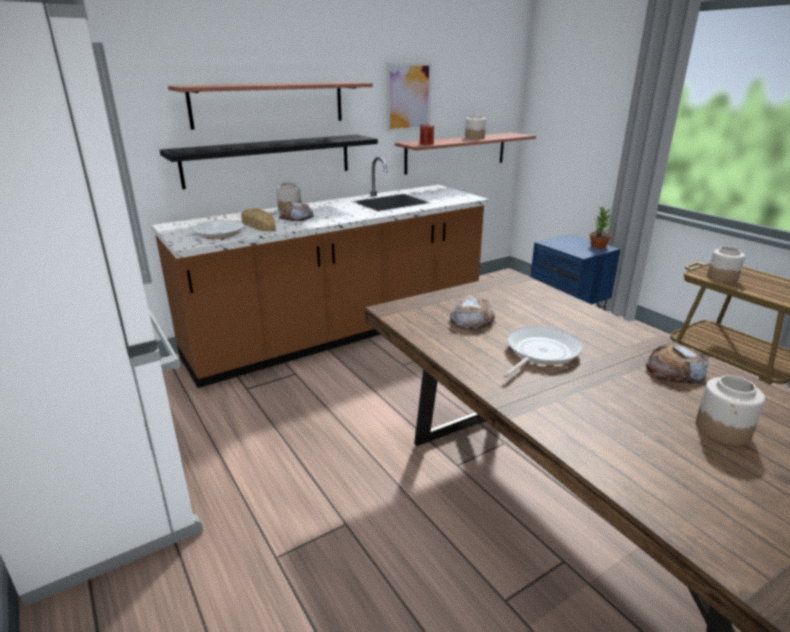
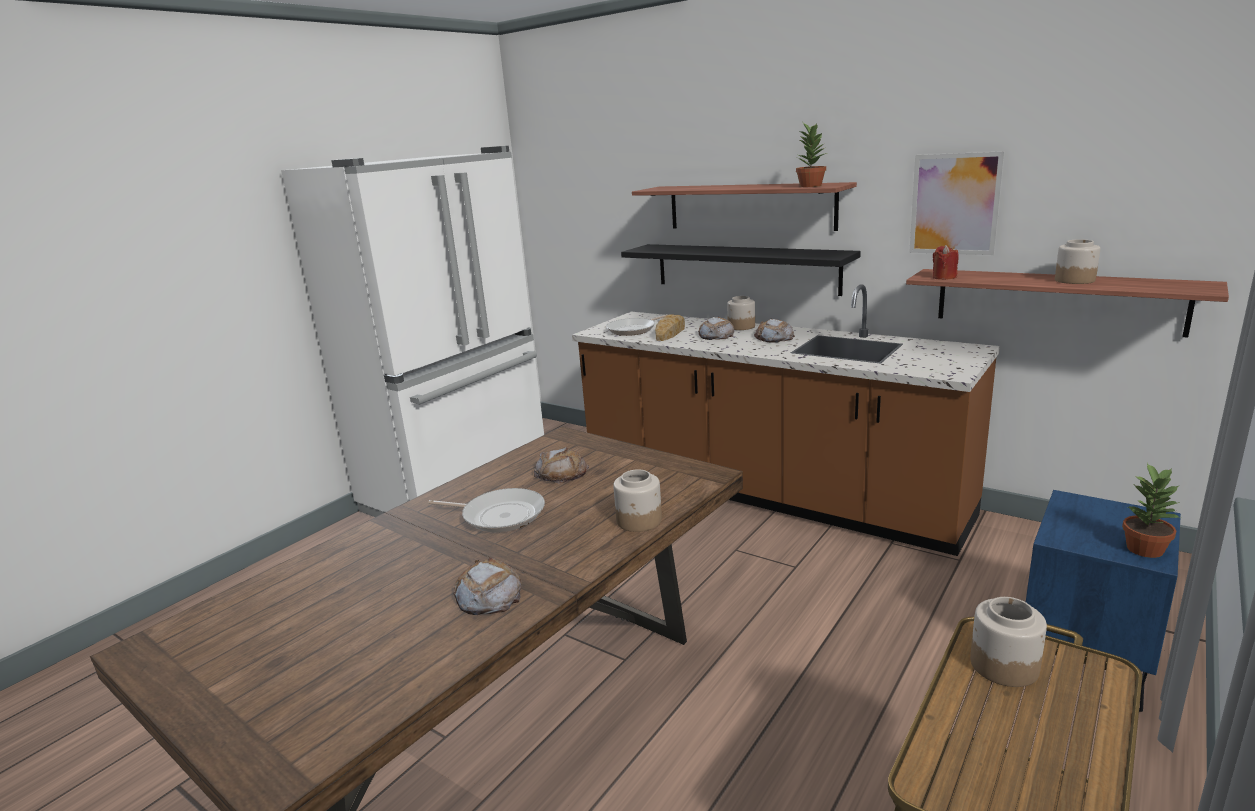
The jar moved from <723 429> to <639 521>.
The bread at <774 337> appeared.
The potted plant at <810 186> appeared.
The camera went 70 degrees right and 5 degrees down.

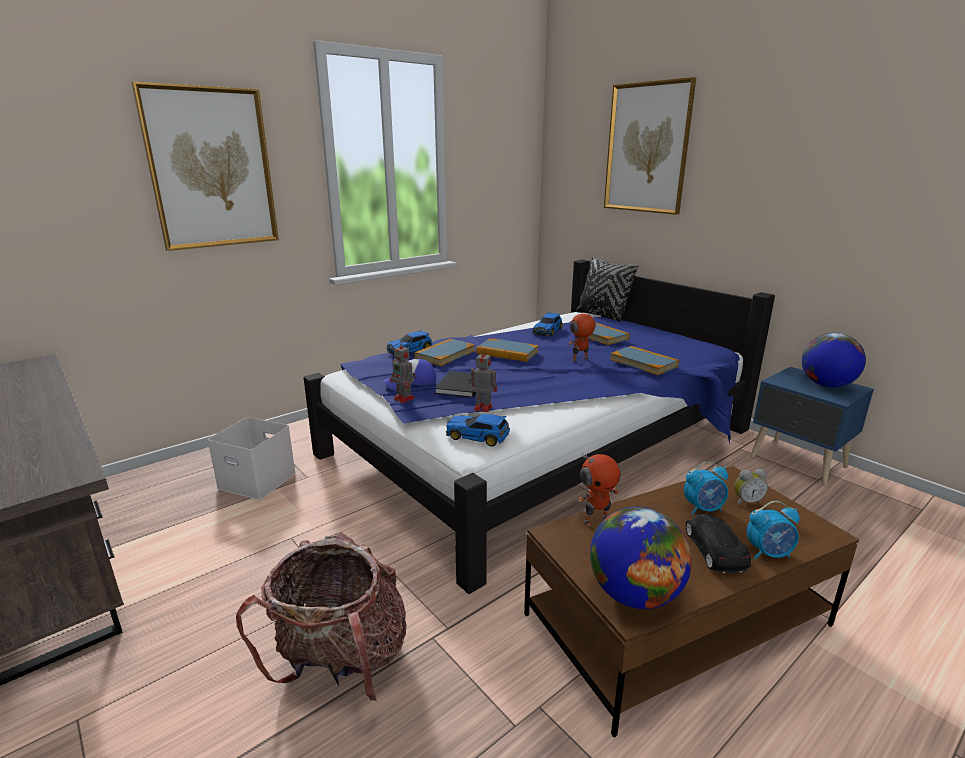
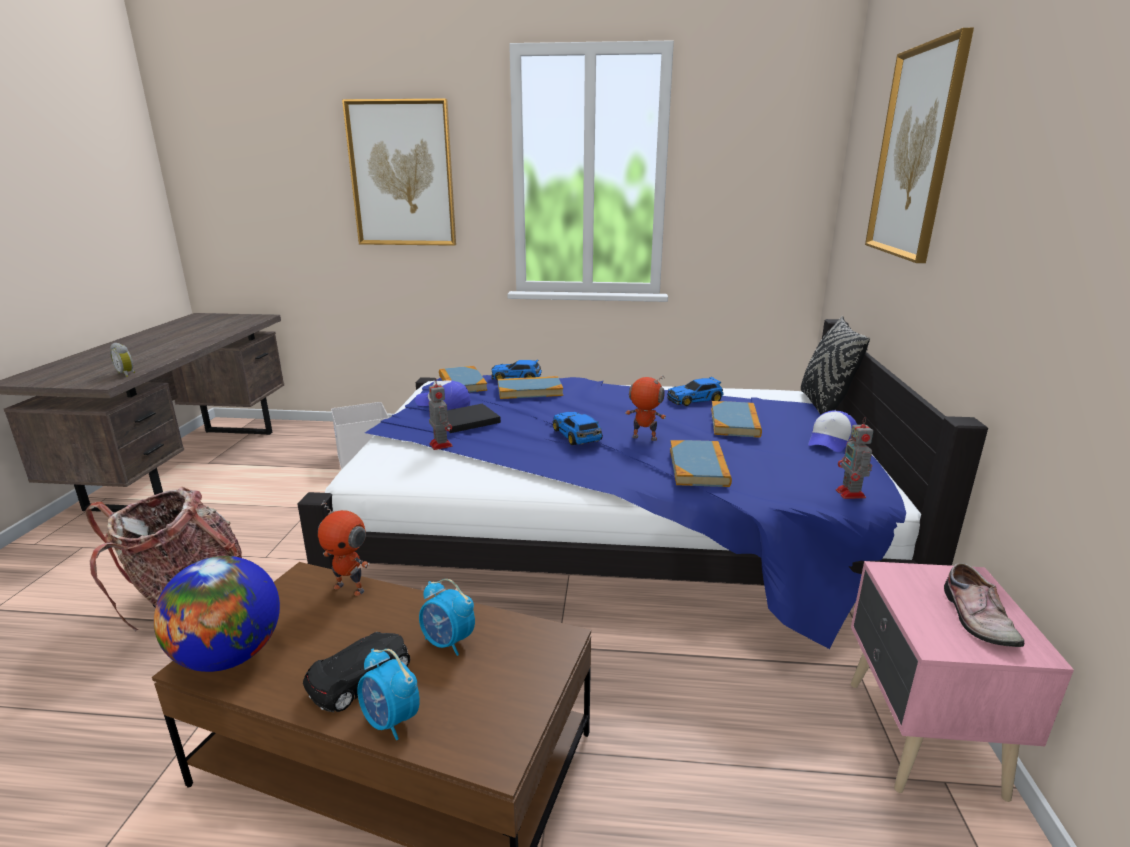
The alarm clock moved from <746 501> to <127 374>.
The book moved from <507 353> to <462 383>.
The toy car moved from <478 436> to <576 435>.
The cap at <831 440> appeared.
The toy robot moved from <404 399> to <851 494>.
The blue nightstand at <798 463> became the pink nightstand at <919 739>.
The globe at <826 385> was replaced by the shoe at <975 618>.
The camera went 45 degrees right and 0 degrees up.

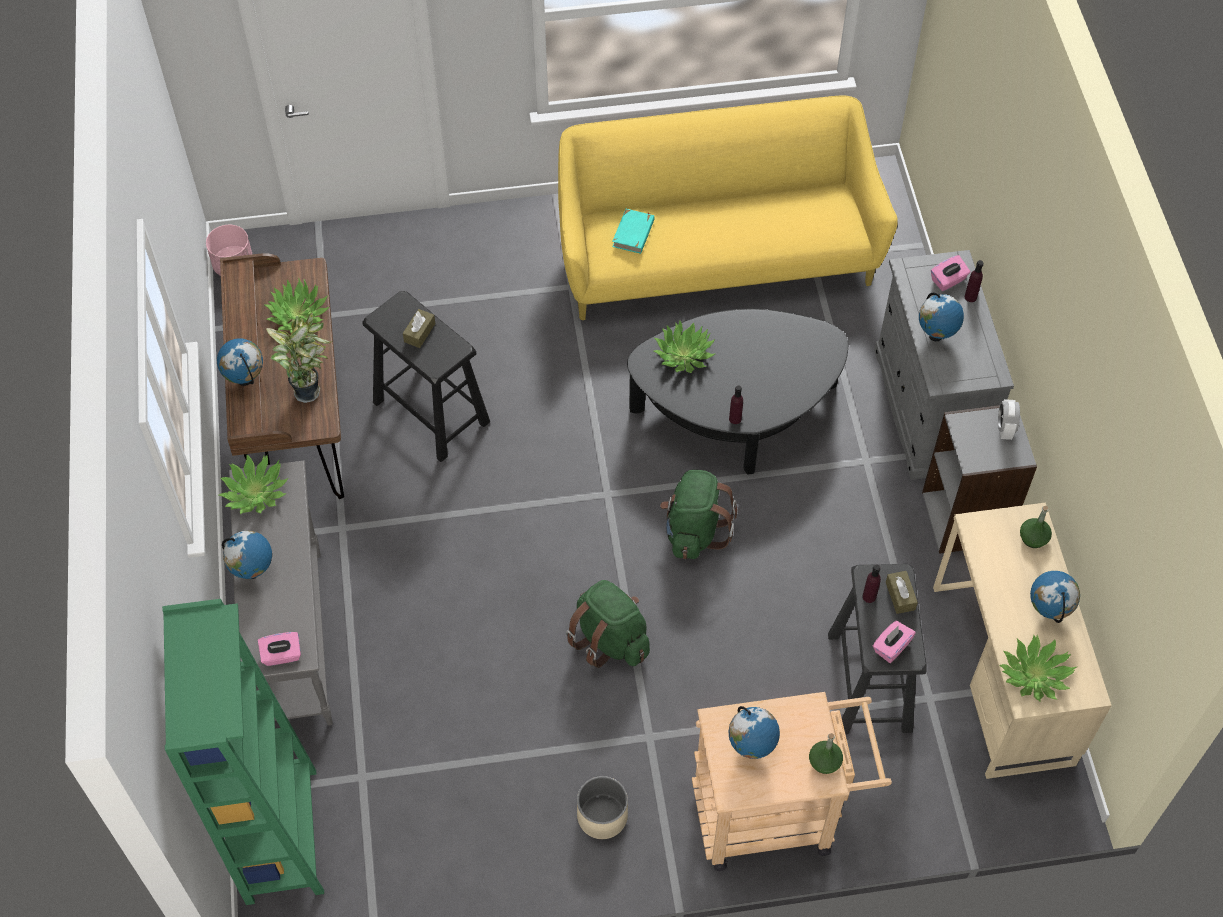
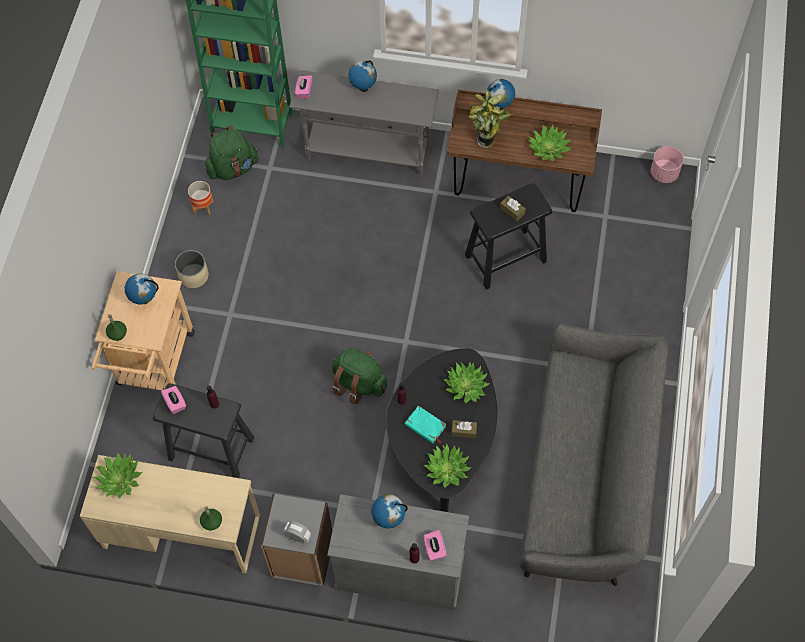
The planter at <203 206> appeared.
The green backpack moved from <610 639> to <233 168>.
The turquoise book moved from <633 233> to <425 426>.
The potted plant moved from <255 492> to <447 469>.
The brown tissue box moved from <900 596> to <464 431>.
The yellow sofa at <716 254> became the grey sofa at <586 475>.
The globe at <1048 611> disappeared.
The camera went 110 degrees right and 5 degrees up.

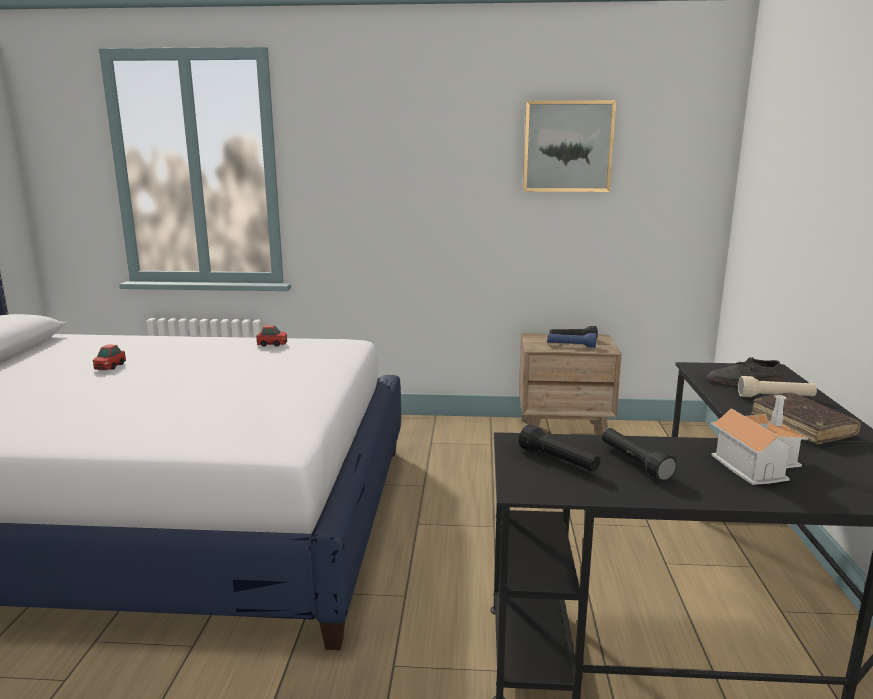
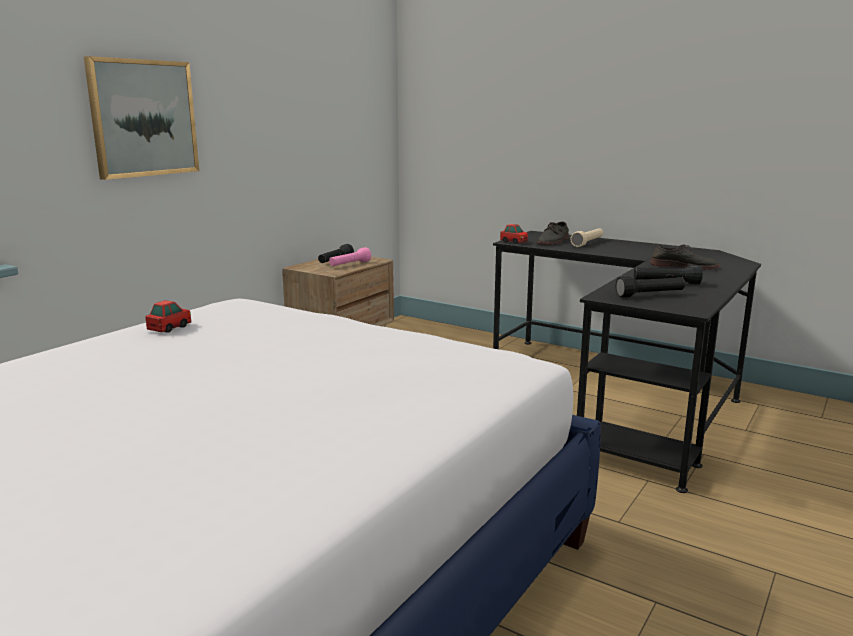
The picture moved from <567 146> to <143 118>.
The blue flashlight at <571 346> became the pink flashlight at <349 265>.
The toy car moved from <110 367> to <514 242>.
The toy house at <756 463> was replaced by the grey shoe at <684 266>.
The brown book at <802 426> disappeared.
The camera went 60 degrees left and 0 degrees up.

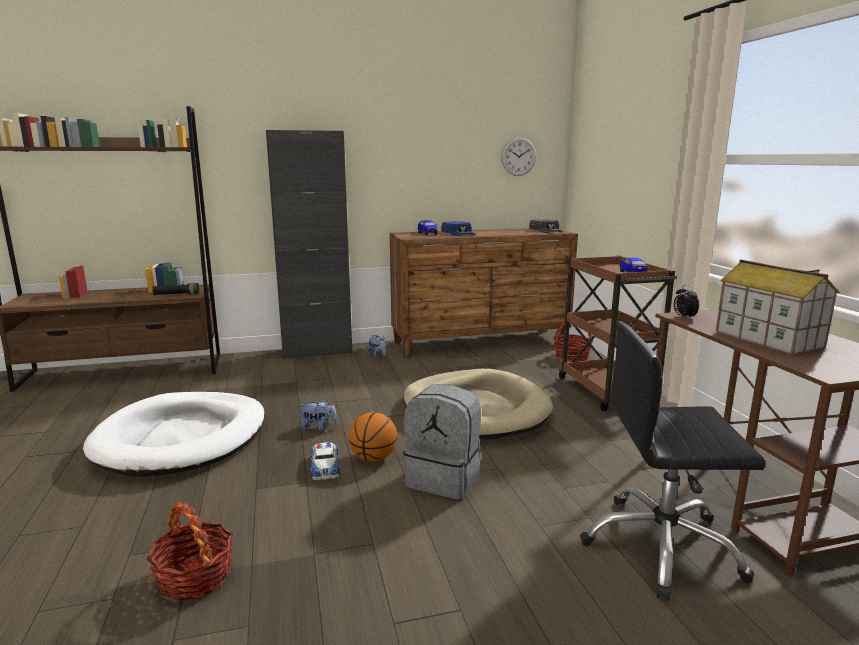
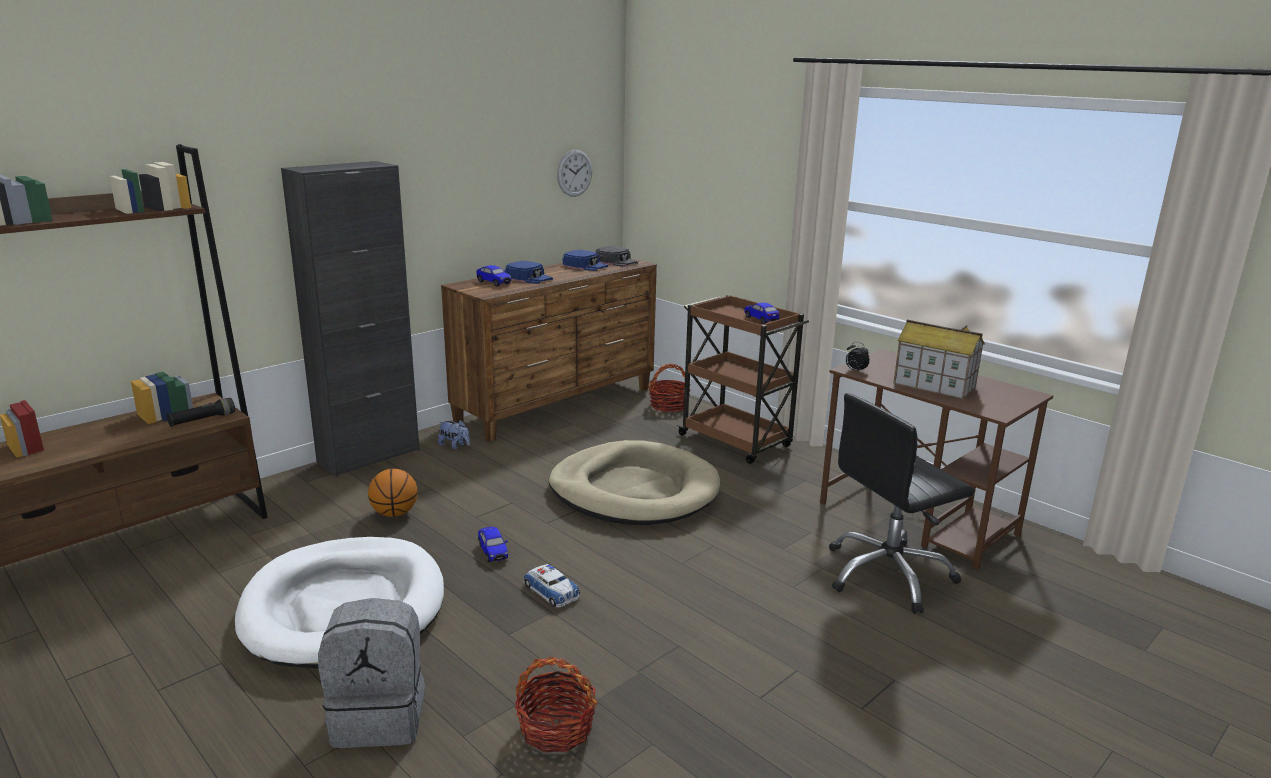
The grey backpack moved from <444 478> to <380 717>.
The basketball moved from <374 458> to <395 513>.
The plush toy at <318 427> was replaced by the toy car at <493 552>.
The blue cap at <585 265> appeared.
The camera went 30 degrees left and 5 degrees up.

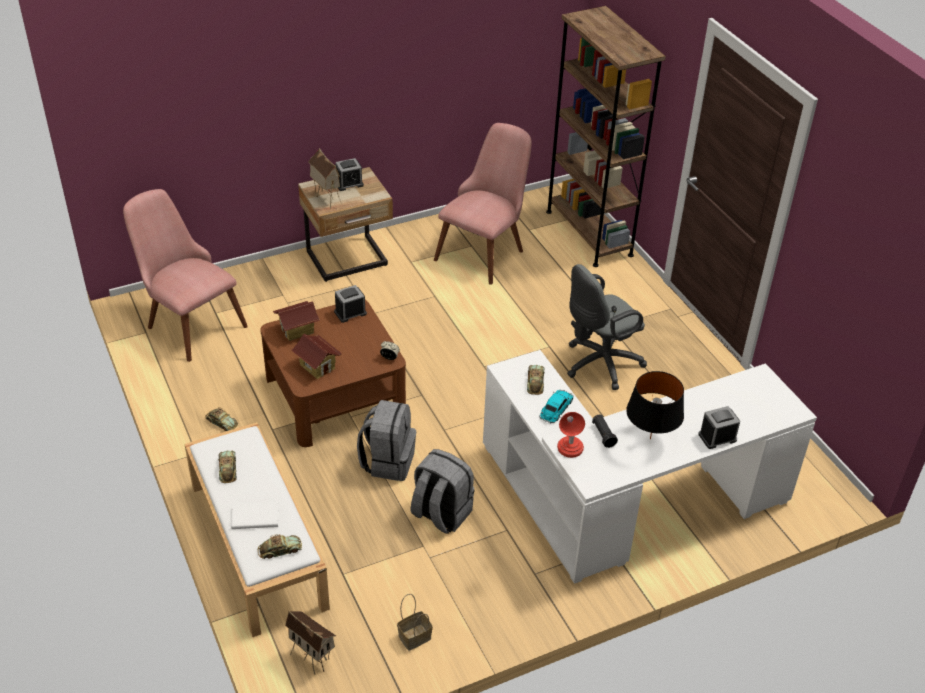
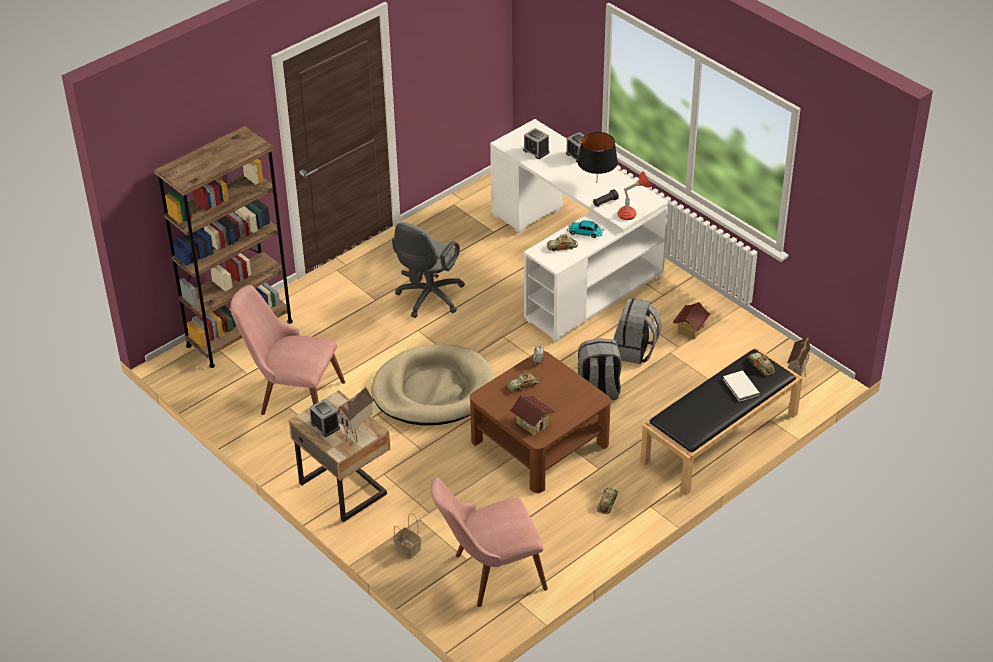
The beige dog bed at <433 390> appeared.
The grey office chair at <598 364> turned 75 degrees clockwise.
The basket moved from <415 636> to <406 549>.
The pink chair at <188 322> turned 45 degrees clockwise.
The toy car moved from <228 469> to <523 385>.
The alarm clock moved from <350 313> to <536 151>.
The white bench at <256 544> became the black bench at <719 439>.
The toy house moved from <317 366> to <690 330>.
The camera went 105 degrees left and 0 degrees up.

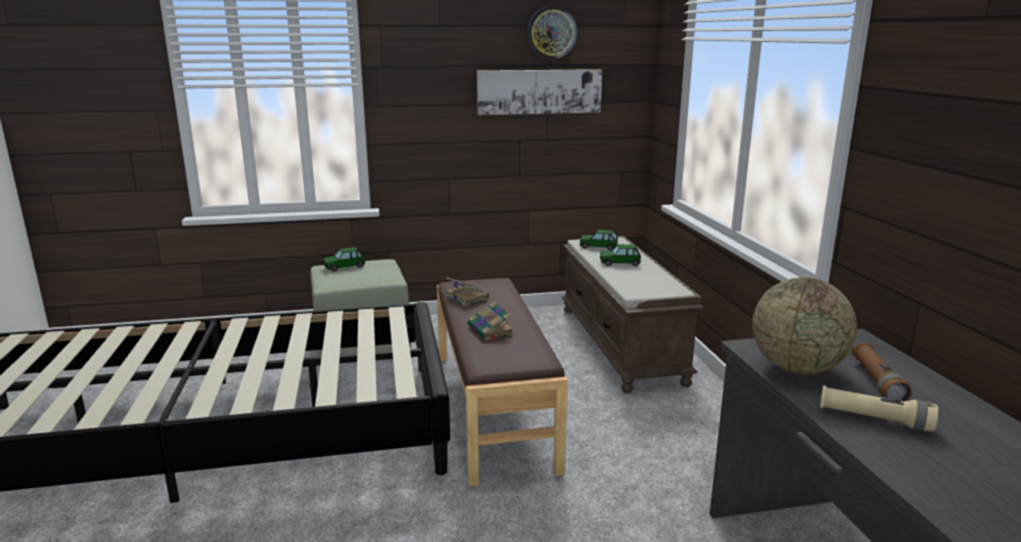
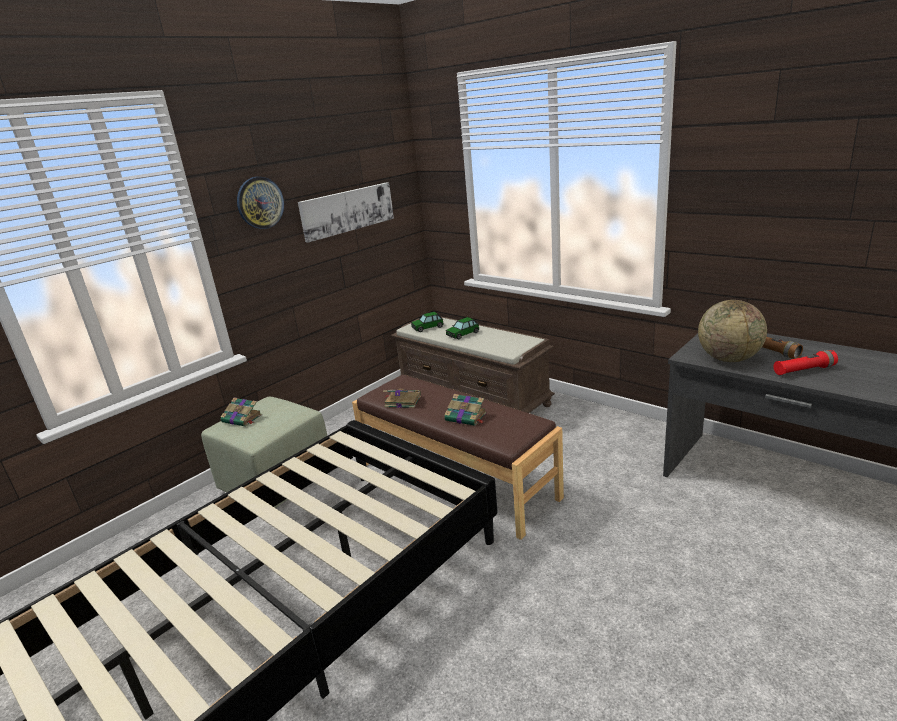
The toy car at <344 266> was replaced by the book at <242 419>.
The wall clock moved from <551 32> to <260 203>.
The beige flashlight at <874 419> became the red flashlight at <804 370>.
The camera went 35 degrees left and 5 degrees up.

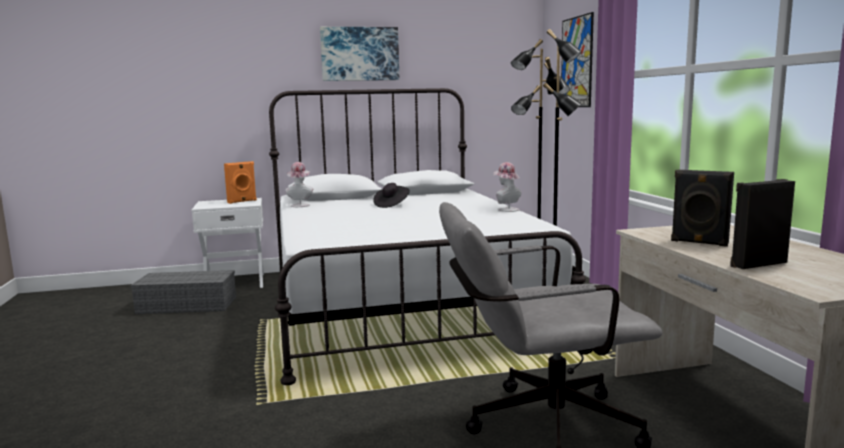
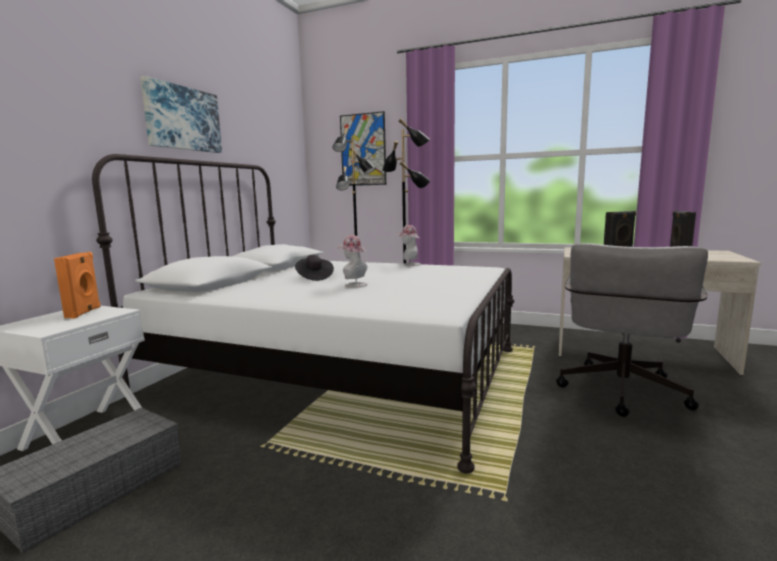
The hat moved from <300 205> to <353 284>.
The camera went 55 degrees left and 0 degrees up.

